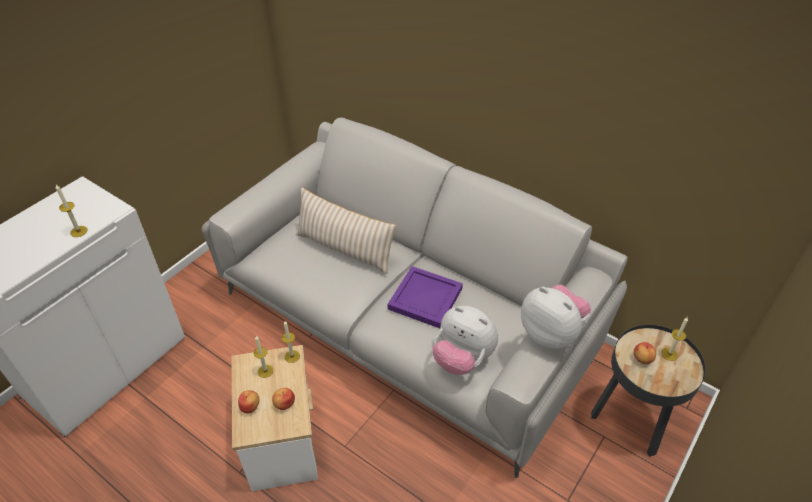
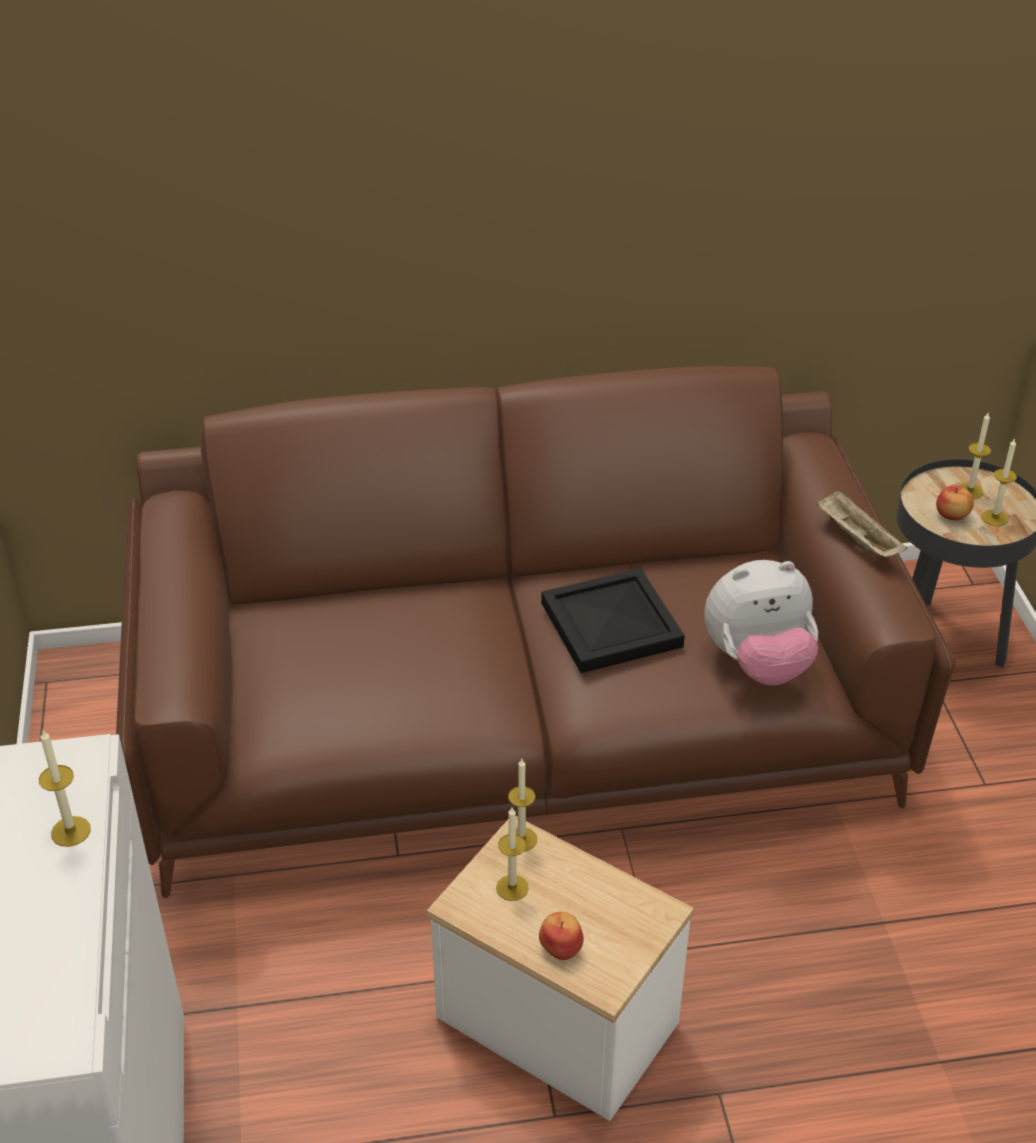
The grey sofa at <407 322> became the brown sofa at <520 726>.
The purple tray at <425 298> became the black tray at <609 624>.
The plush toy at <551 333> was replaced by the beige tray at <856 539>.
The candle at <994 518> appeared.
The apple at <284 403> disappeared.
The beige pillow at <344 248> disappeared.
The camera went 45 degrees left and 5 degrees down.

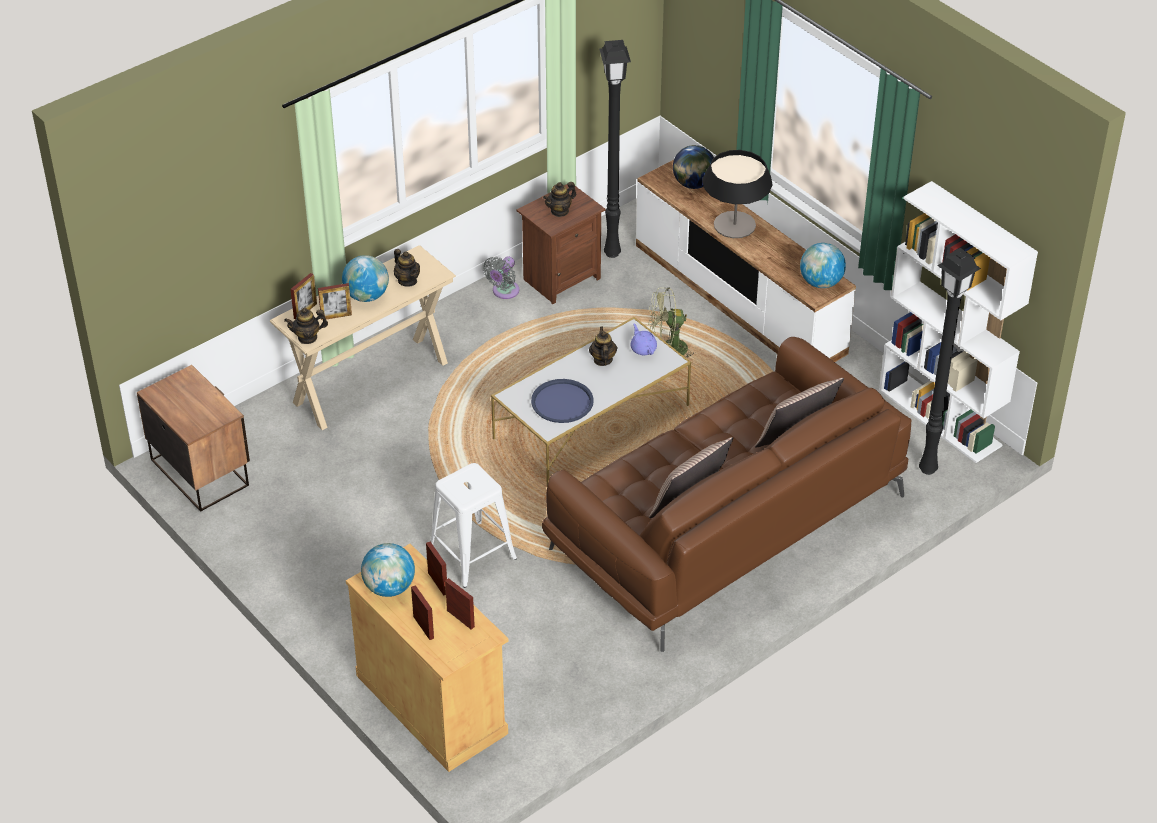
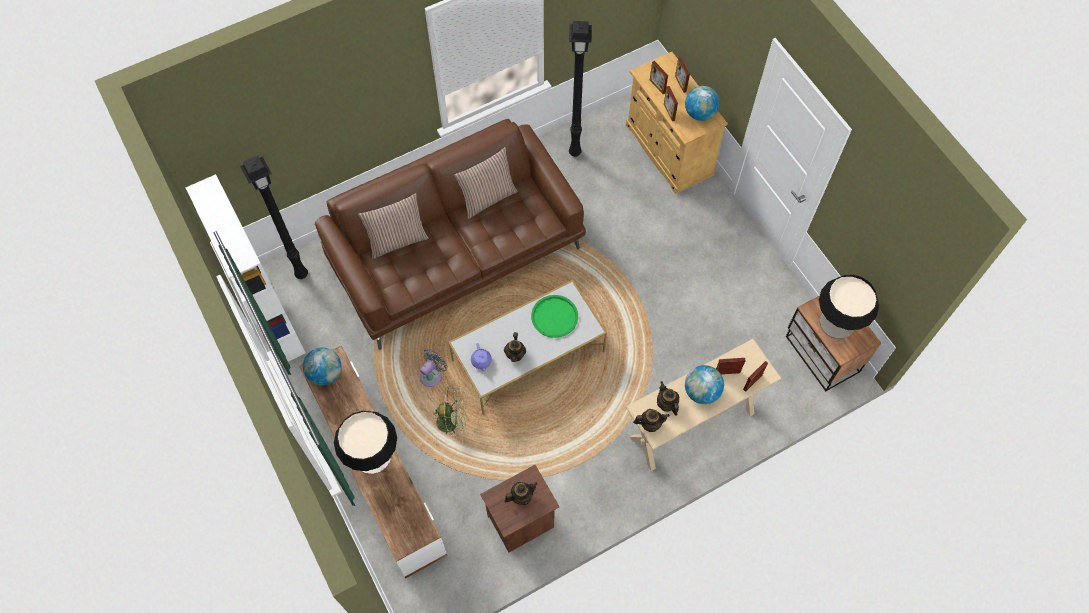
The grey fan moved from <504 292> to <432 375>.
The blue tray at <562 402> became the green tray at <554 316>.
The black floor lamp moved from <613 254> to <574 152>.
The teapot moved from <307 337> to <649 424>.
The table lamp at <837 323> appeared.
The white stool at <472 554> disappeared.
The globe at <693 184> disappeared.
The camera went 170 degrees left and 20 degrees up.

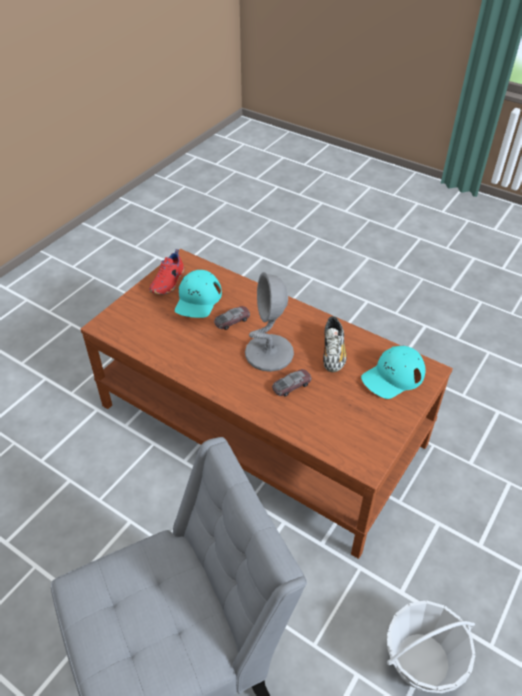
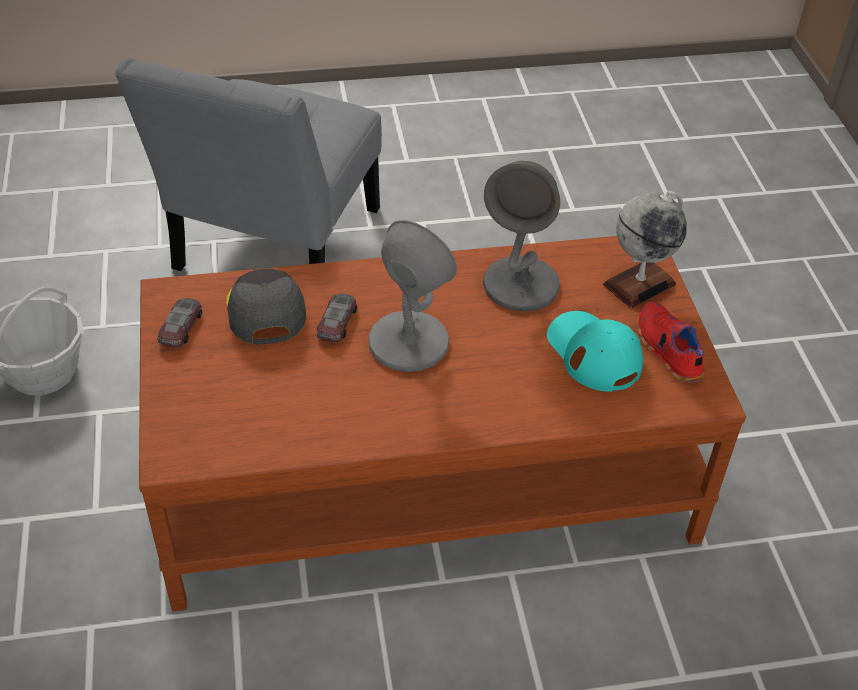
The toy car moved from <232 320> to <180 327>.
The grey cap at <265 310> appeared.
The grey table lamp at <521 285> appeared.
The globe at <639 284> appeared.
The shoe at <333 353> disappeared.
The turquoise cap at <393 376> disappeared.
The camera went 135 degrees right and 0 degrees up.

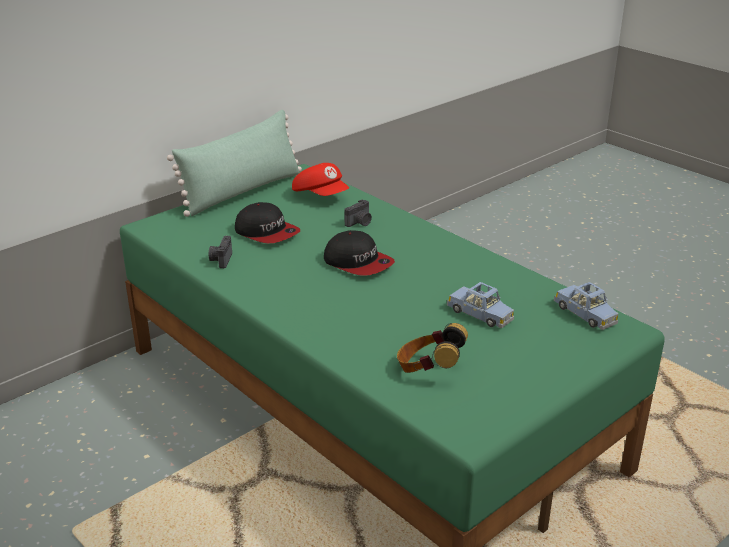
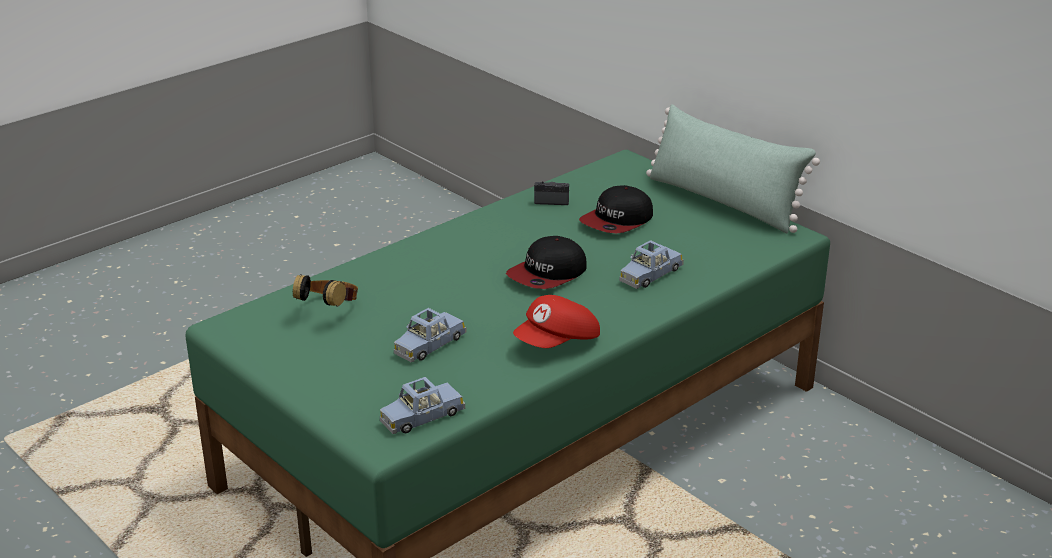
The red cap moved from <321 195> to <558 343>.
The photo camera at <360 223> was replaced by the blue toy car at <650 275>.
The camera went 90 degrees right and 0 degrees up.

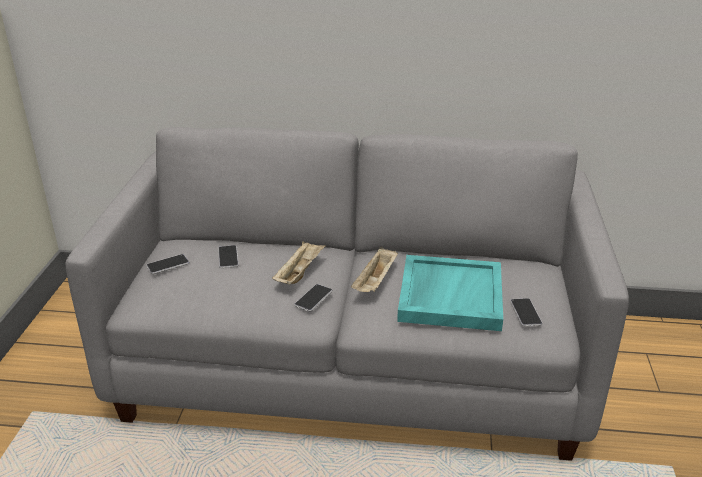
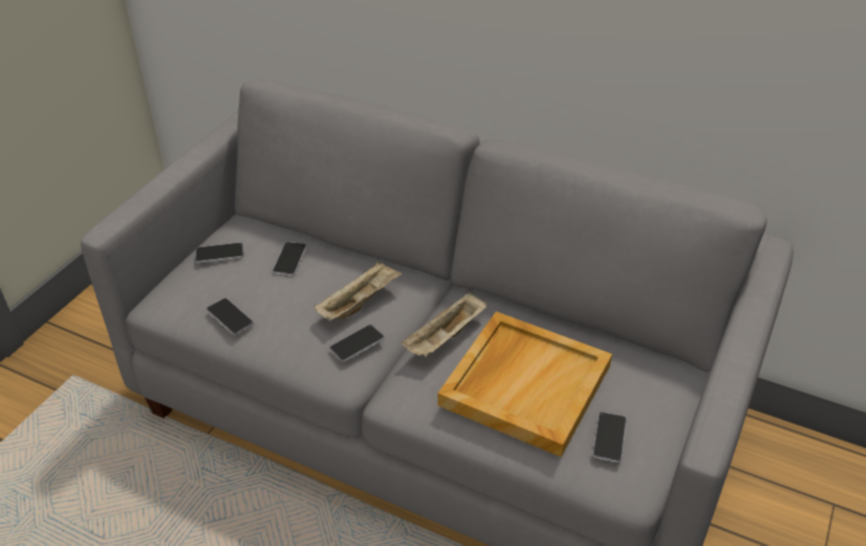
The phone at <230 317> appeared.
The turquoise tray at <449 295> became the beige tray at <525 384>.
The camera went 20 degrees right and 10 degrees up.

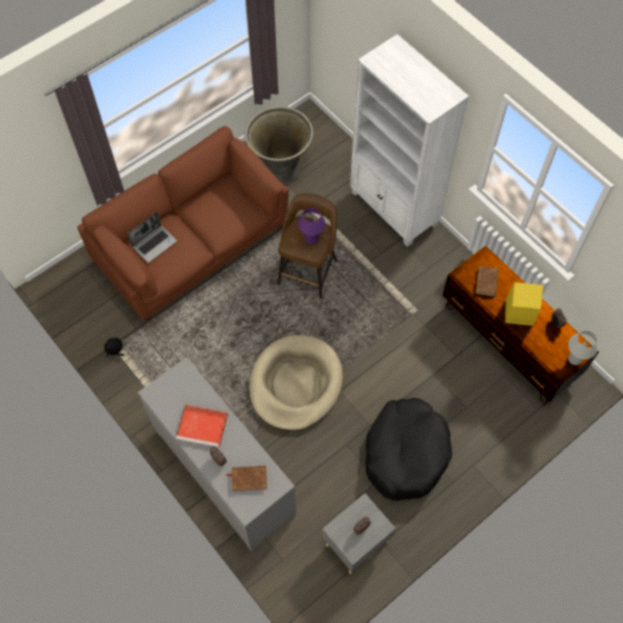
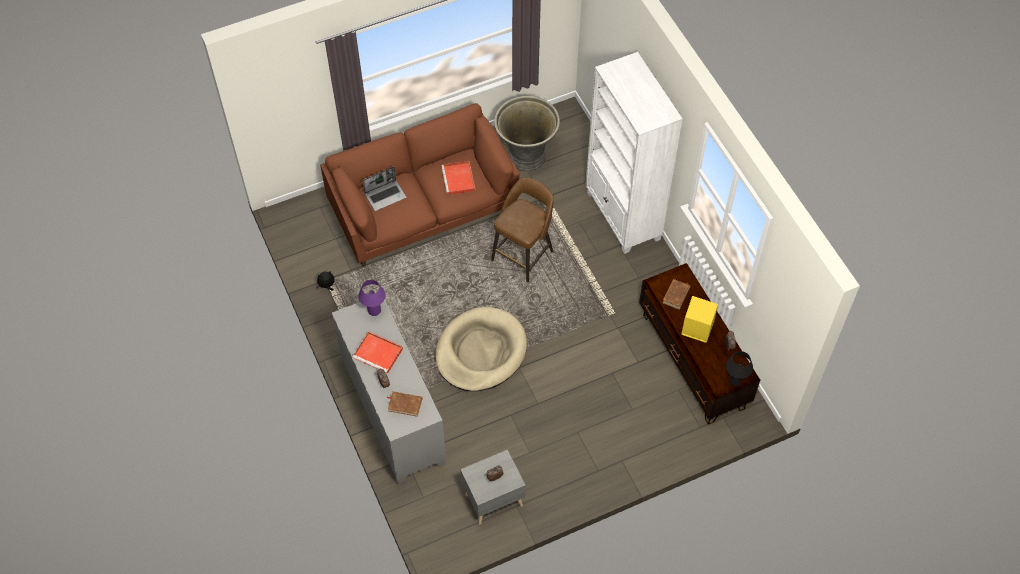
The purple table lamp moved from <311 239> to <374 310>.
The red tray at <459 179> appeared.
The white table lamp at <574 359> became the black table lamp at <735 380>.
The black dog bed at <406 453> disappeared.
The camera went 15 degrees right and 5 degrees down.

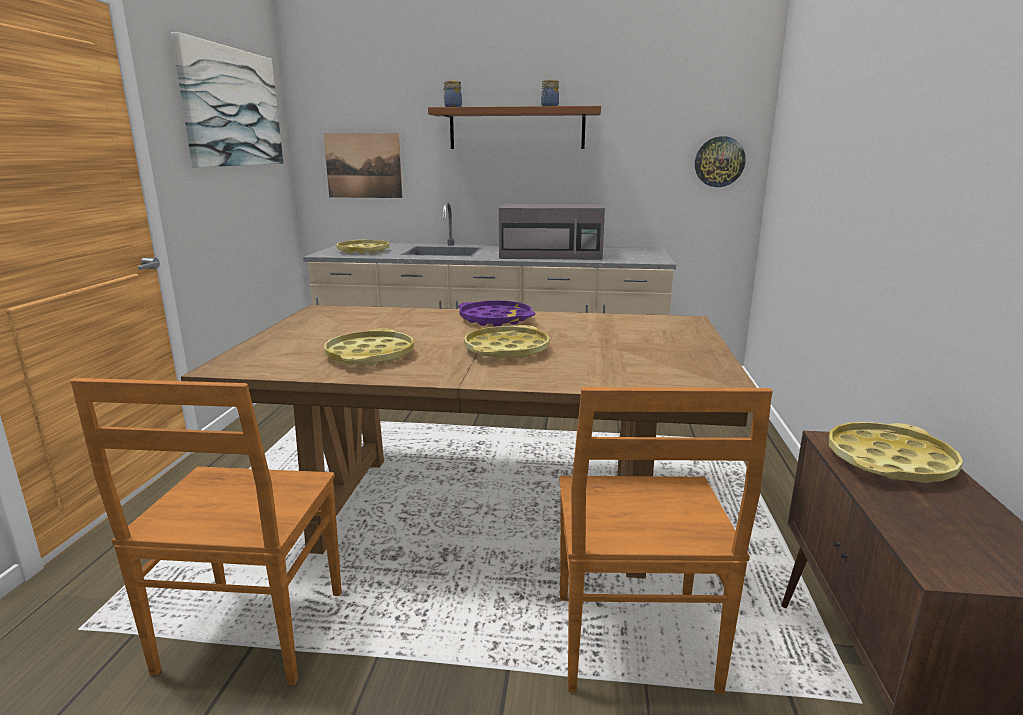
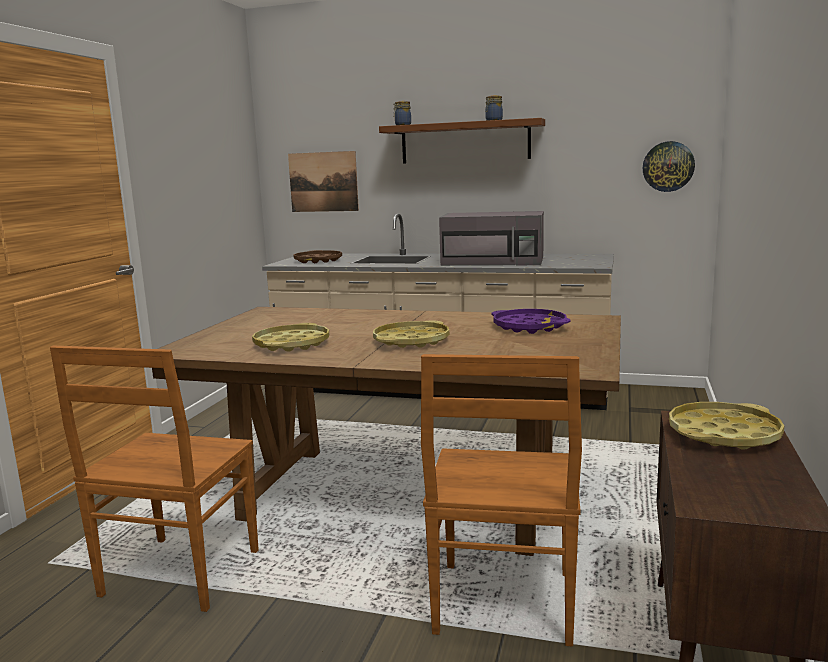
The yellow tray at <363 251> became the brown tray at <318 261>.
The purple tray moved from <495 319> to <529 327>.
The picture at <232 107> disappeared.
The camera went 10 degrees right and 5 degrees down.

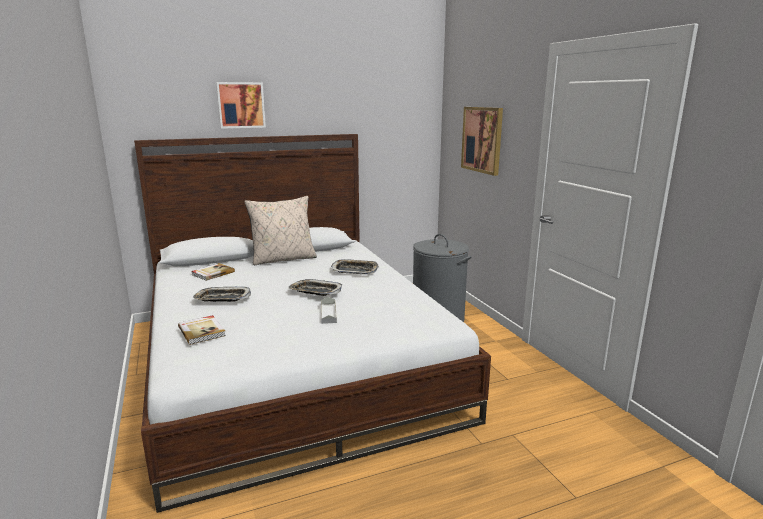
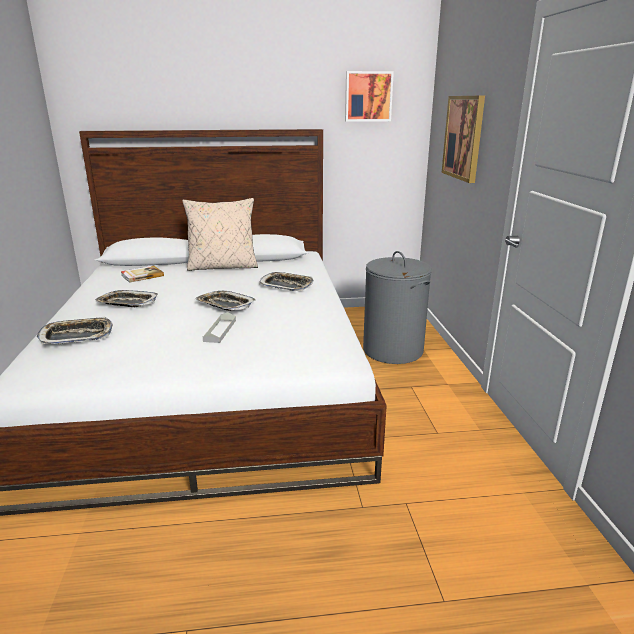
The book at <202 331> was replaced by the tray at <77 336>.
The picture moved from <241 105> to <368 96>.
The camera went 15 degrees right and 5 degrees up.

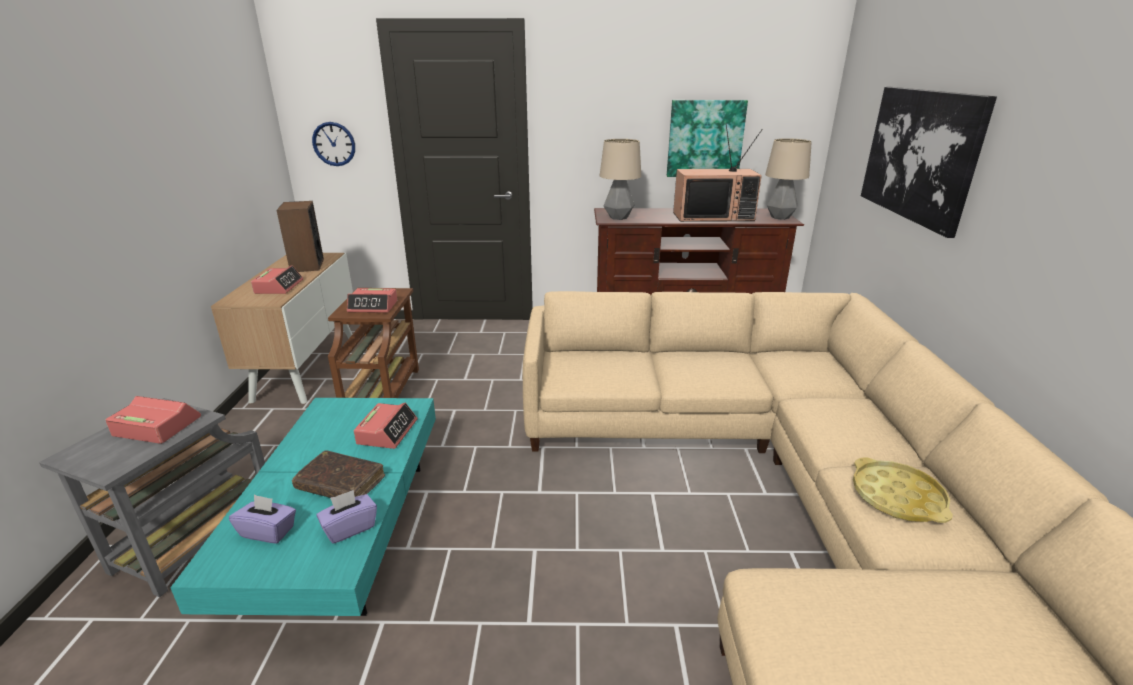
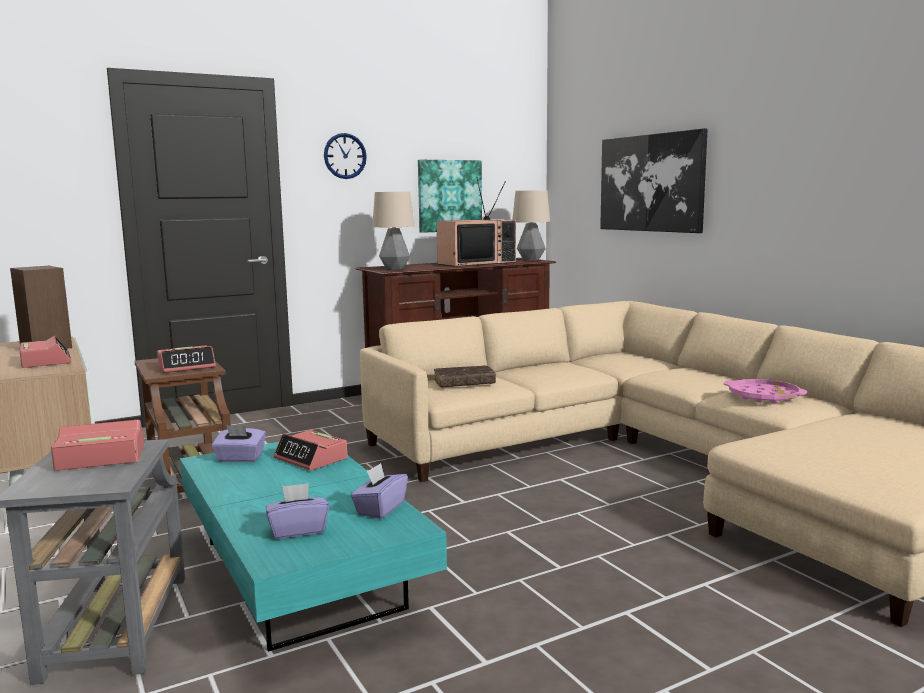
The purple tissue box at <240 458> appeared.
The alarm clock at <387 432> turned 150 degrees clockwise.
The wall clock moved from <334 144> to <345 156>.
The brown book moved from <340 484> to <464 383>.
The yellow tray at <897 497> became the pink tray at <763 396>.
The camera went 30 degrees left and 15 degrees down.

